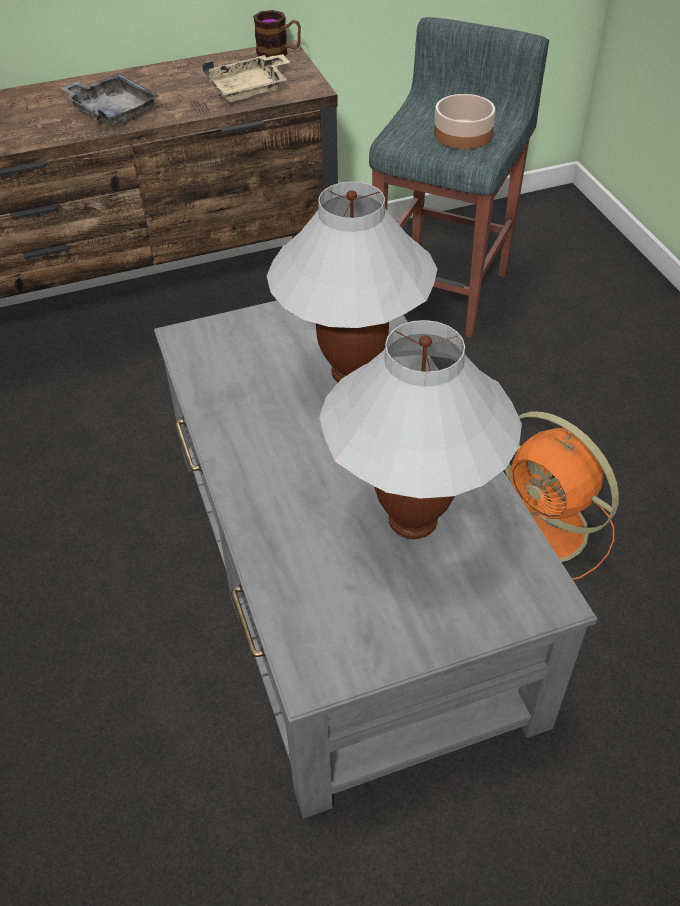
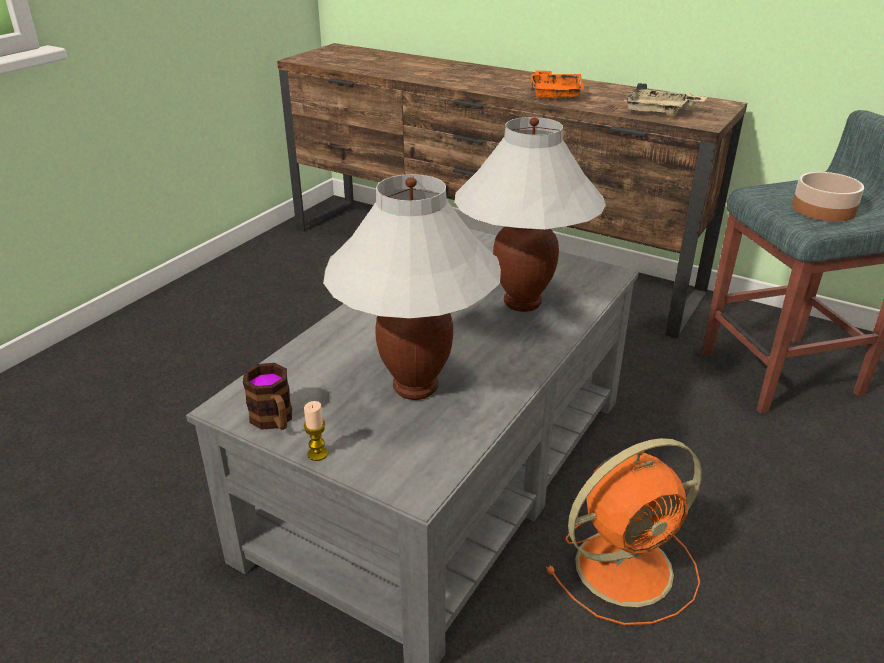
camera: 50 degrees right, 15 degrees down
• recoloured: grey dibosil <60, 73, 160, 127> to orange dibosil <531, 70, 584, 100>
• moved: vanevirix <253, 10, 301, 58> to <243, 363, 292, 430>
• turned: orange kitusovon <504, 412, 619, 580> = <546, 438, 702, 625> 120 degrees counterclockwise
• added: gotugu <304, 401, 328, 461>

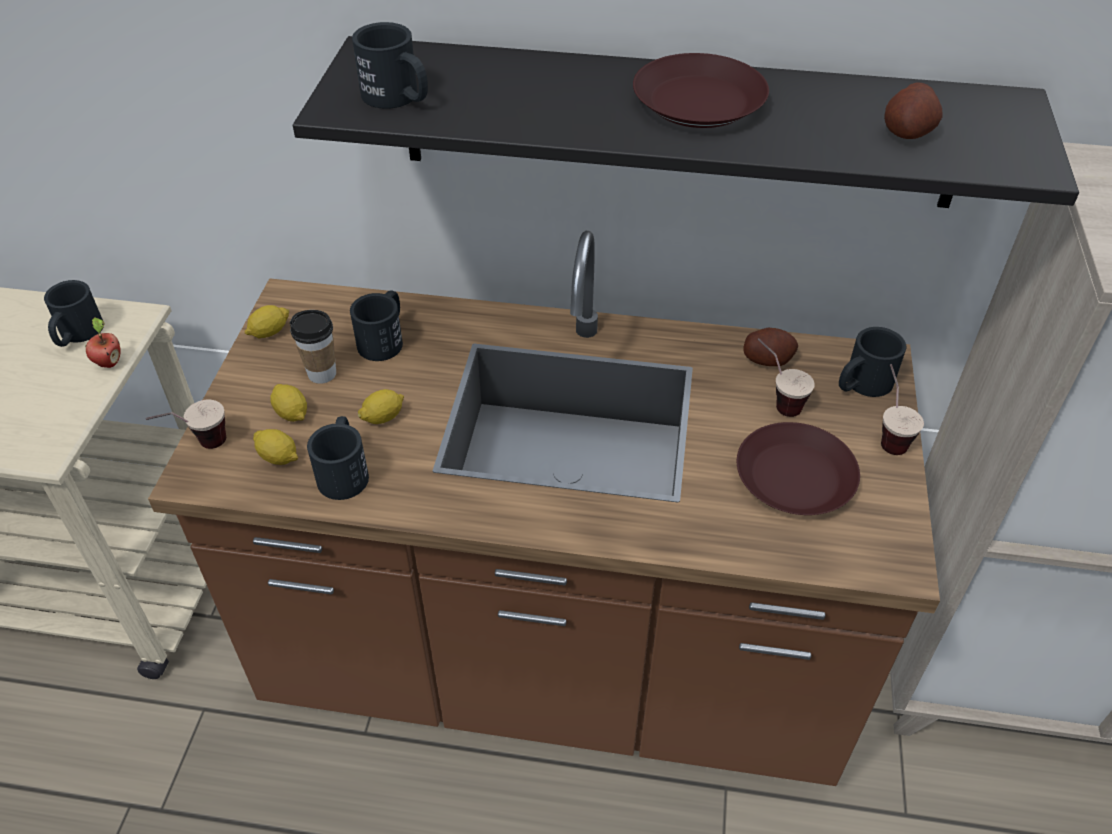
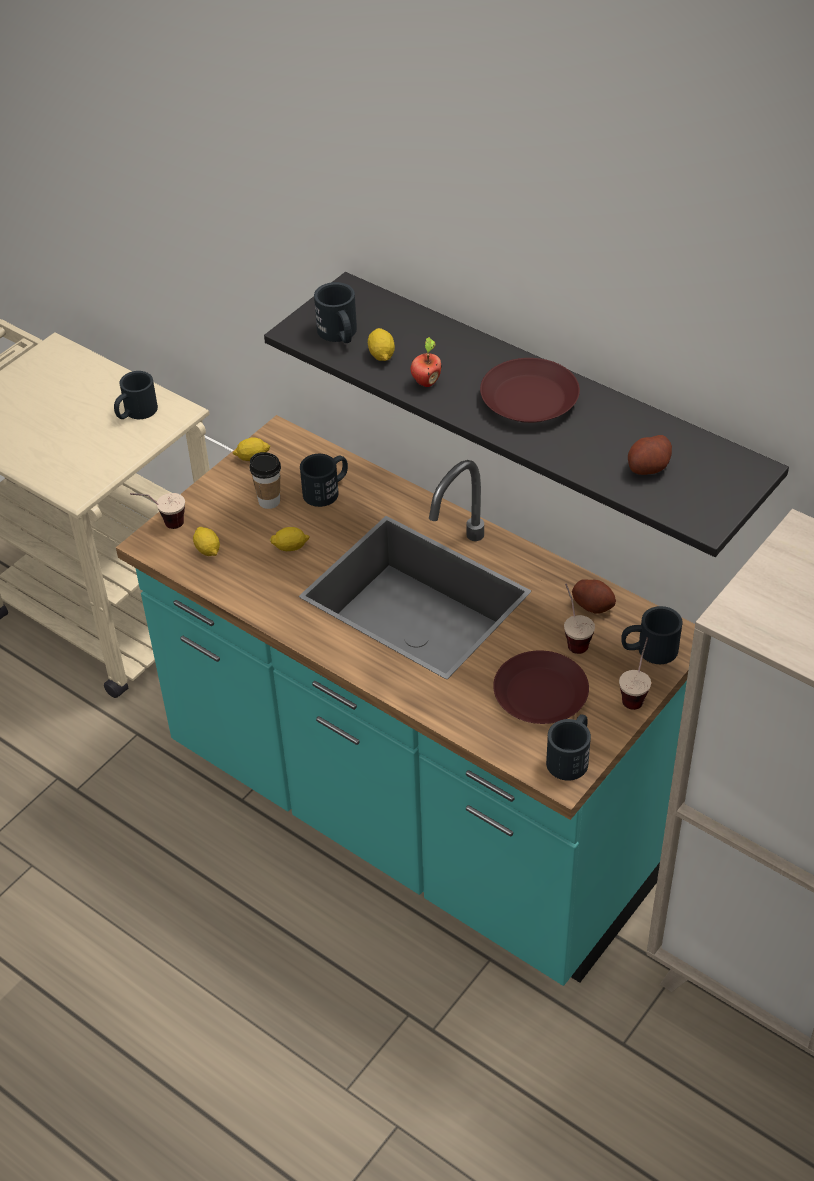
camera: 30 degrees right, 0 degrees up
• moved: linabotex <86, 317, 121, 368> to <411, 337, 442, 387>
• recoloured: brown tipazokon <148, 231, 940, 786> to turquoise tipazokon <116, 415, 695, 986>
• moved: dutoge <270, 384, 307, 422> to <368, 328, 395, 361>
• moved: black vanevirix <307, 416, 369, 500> to <546, 714, 591, 781>

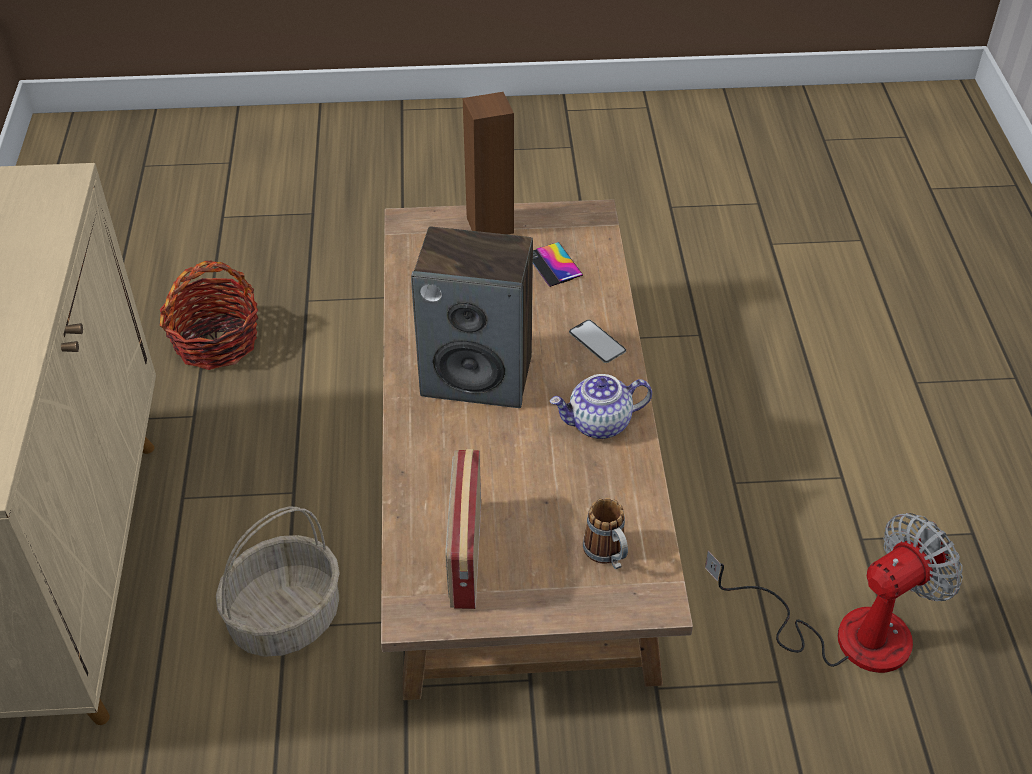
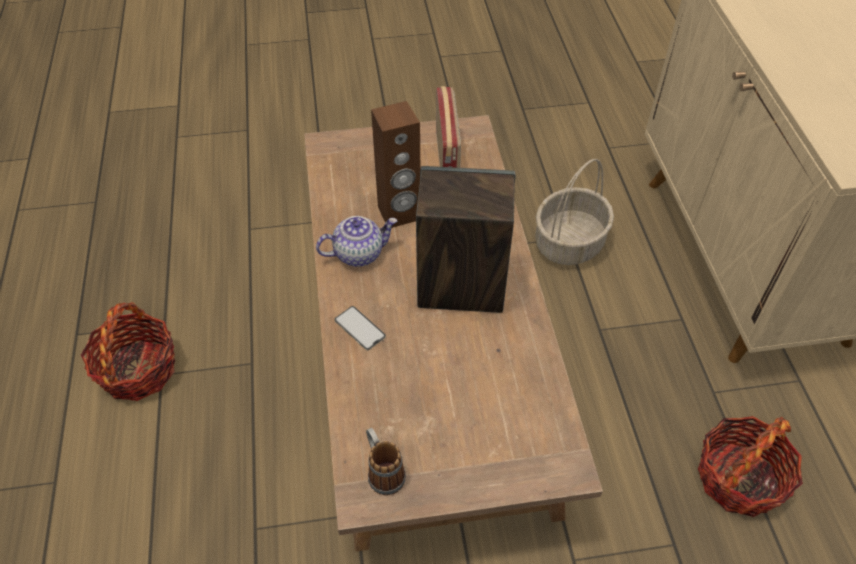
camera: 175 degrees right, 5 degrees up
• moved: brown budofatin <463, 92, 514, 235> to <371, 101, 420, 228>
• removed: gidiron <533, 242, 583, 287>
• moved: vanevirix <583, 498, 628, 569> to <366, 428, 406, 495>
• removed: kitusovon <705, 513, 963, 673>
• added: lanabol <81, 302, 175, 401>

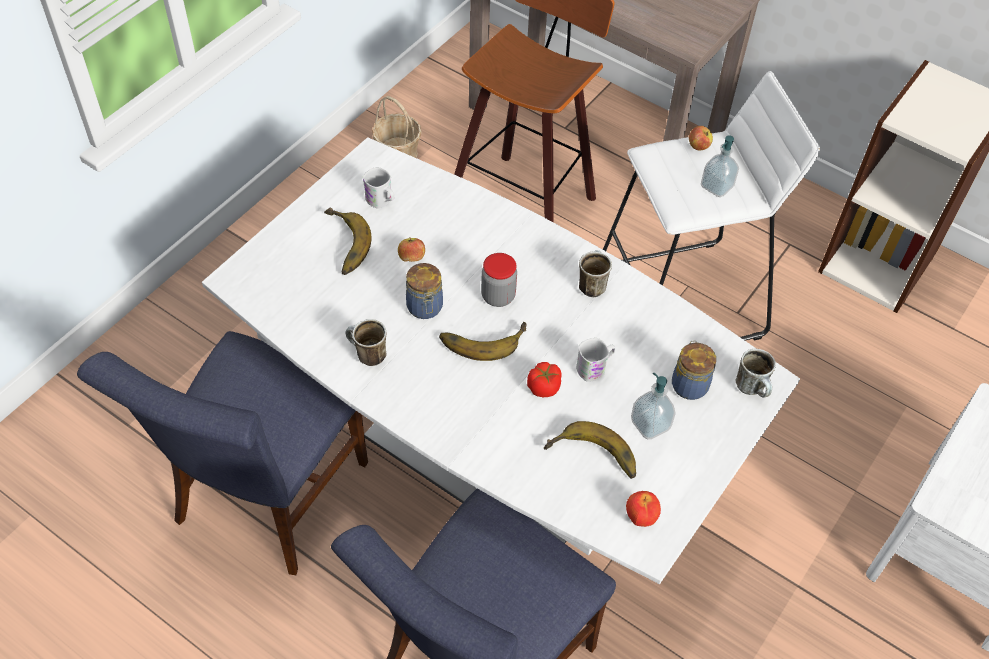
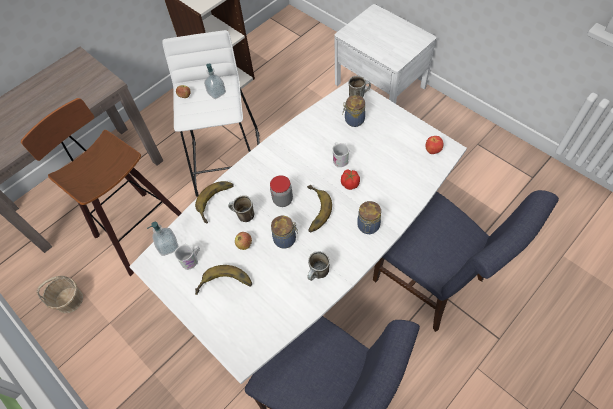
camera: 75 degrees left, 5 degrees up
• moved: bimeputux <544, 421, 636, 479> to <195, 181, 234, 224>
• moved: vanevirix <579, 250, 612, 297> to <228, 195, 255, 222>
• moved: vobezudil <631, 373, 676, 439> to <147, 222, 179, 256>
• added: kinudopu <357, 201, 381, 234>

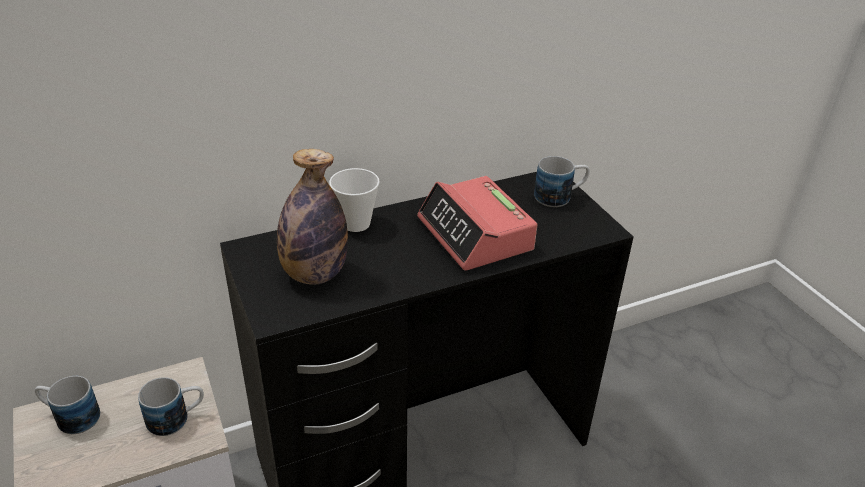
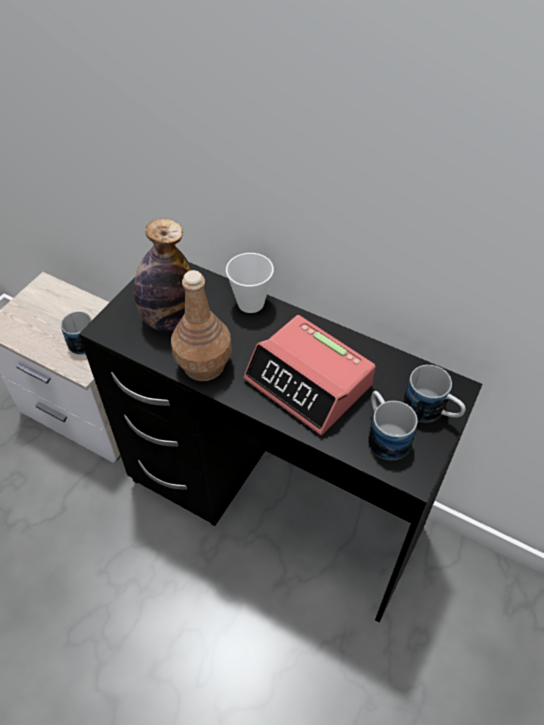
camera: 55 degrees right, 15 degrees up
• moved: vanevirix <35, 376, 100, 434> to <368, 391, 418, 460>
• turned: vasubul <417, 176, 537, 271> = <243, 315, 375, 435> 75 degrees counterclockwise
• added: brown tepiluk <171, 270, 232, 381>

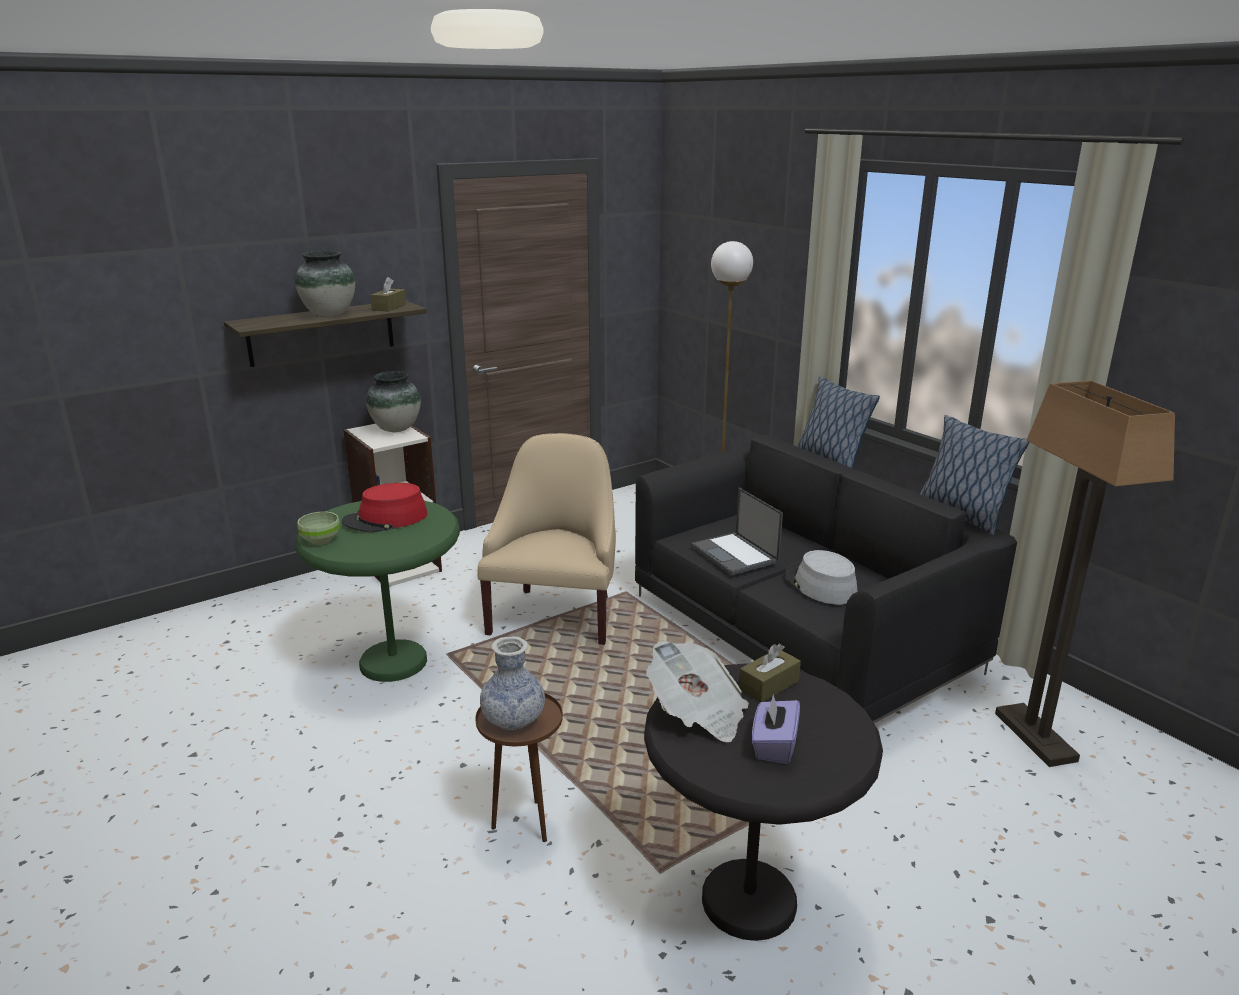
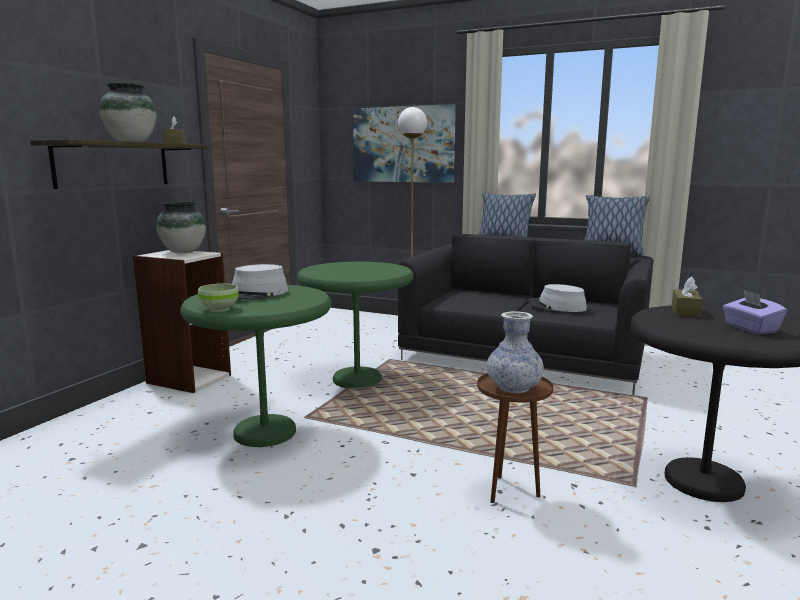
camera: 30 degrees left, 10 degrees down
• recoloured: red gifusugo <342, 483, 428, 532> to grey gifusugo <232, 264, 288, 300>
• replaced: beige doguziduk <477, 433, 616, 645> to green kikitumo <297, 262, 413, 388>
• removed: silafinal <646, 641, 749, 742>
• removed: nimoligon <691, 488, 783, 575>
• removed: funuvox <995, 381, 1175, 767>
• added: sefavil <353, 104, 456, 183>

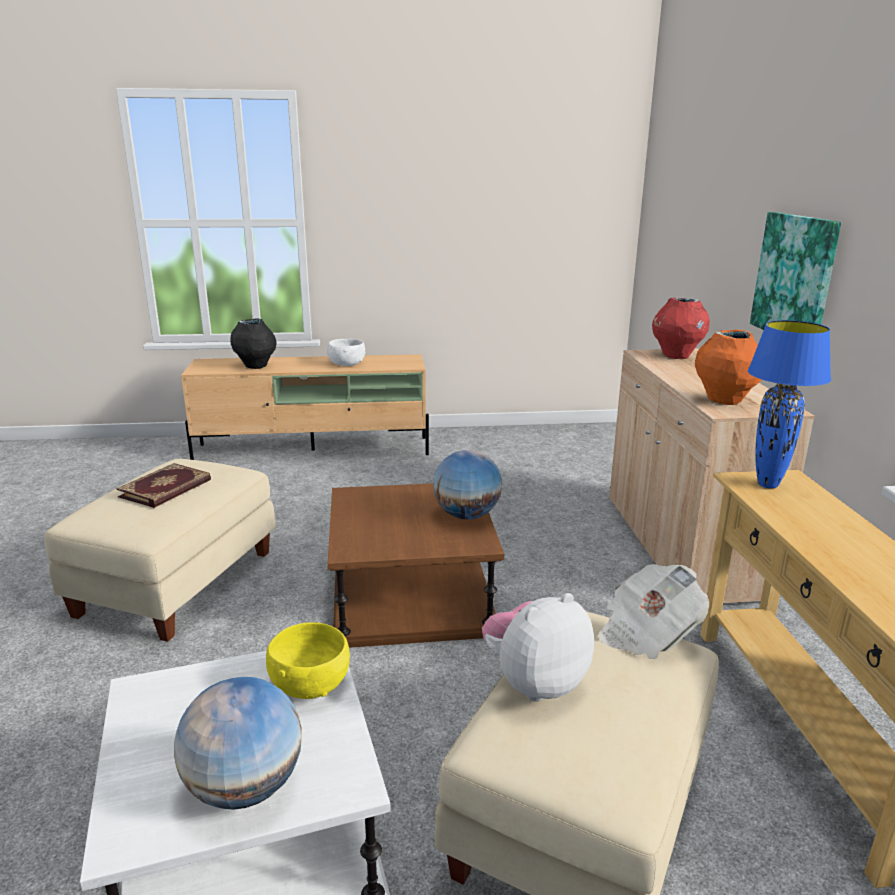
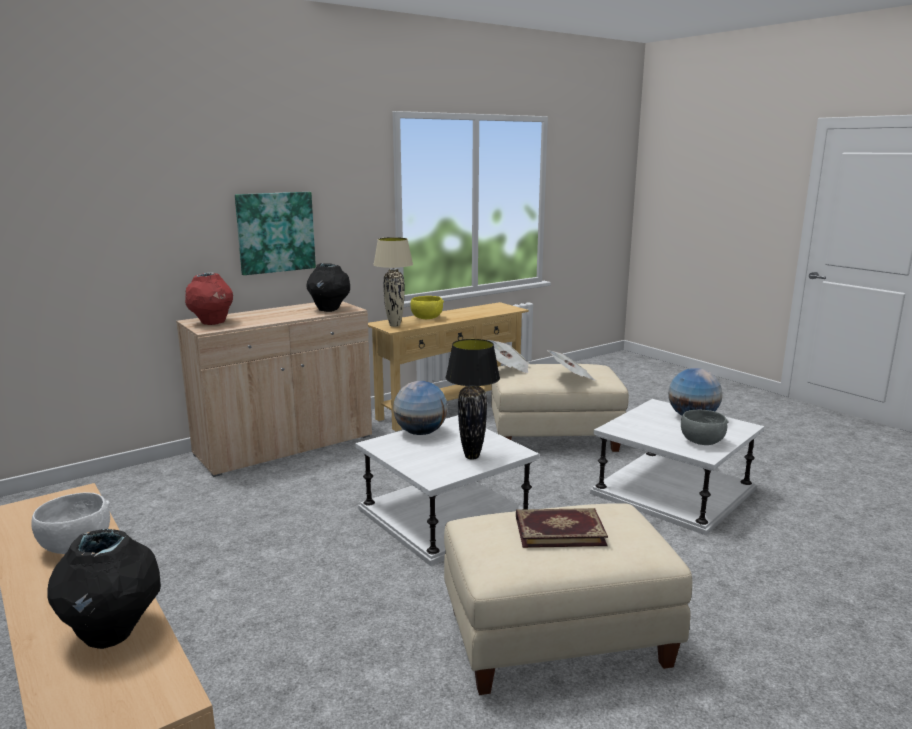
camera: 120 degrees left, 5 degrees down
• moved: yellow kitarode <266, 622, 350, 699> to <410, 296, 444, 319>
• recoloured: brown kikitumo <328, 483, 504, 648> to white kikitumo <355, 415, 539, 566>
• replaced: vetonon <482, 593, 594, 702> to silafinal <547, 350, 596, 381>
• recoloured: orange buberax <695, 330, 762, 405> to black buberax <307, 263, 350, 312>
• recoloured: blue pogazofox <748, 320, 831, 488> to beige pogazofox <373, 237, 413, 327>
• added: black pogazofox <445, 339, 500, 460>
• added: grey kitarode <681, 410, 729, 445>

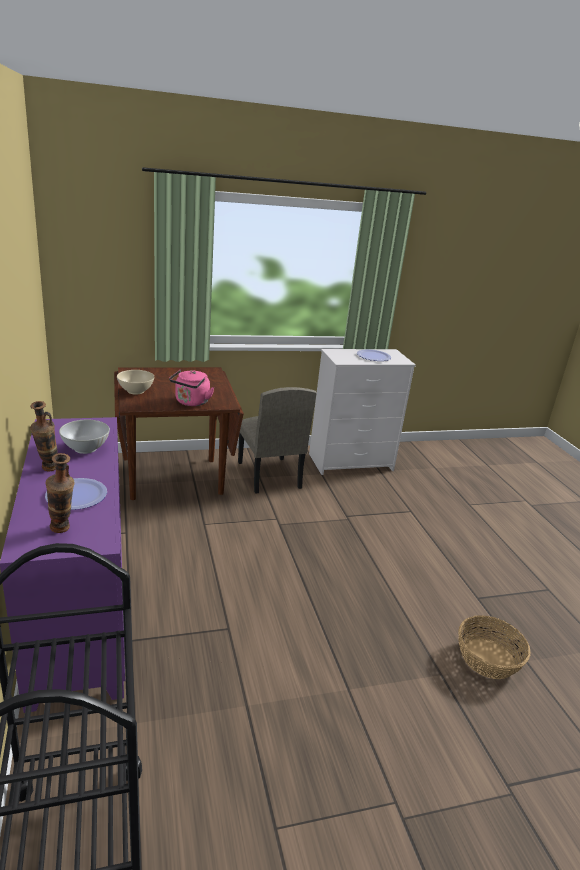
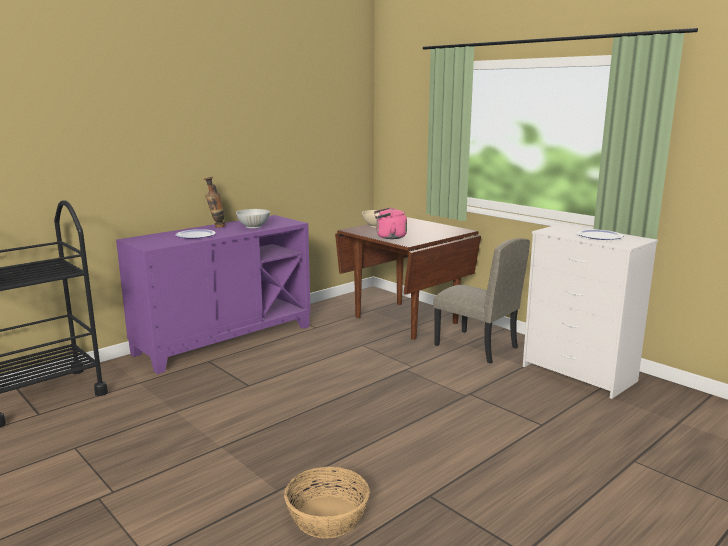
camera: 65 degrees right, 10 degrees down
• removed: buberax <46, 453, 75, 533>
• turned: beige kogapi <238, 387, 317, 494> = <433, 238, 530, 364> 90 degrees counterclockwise

